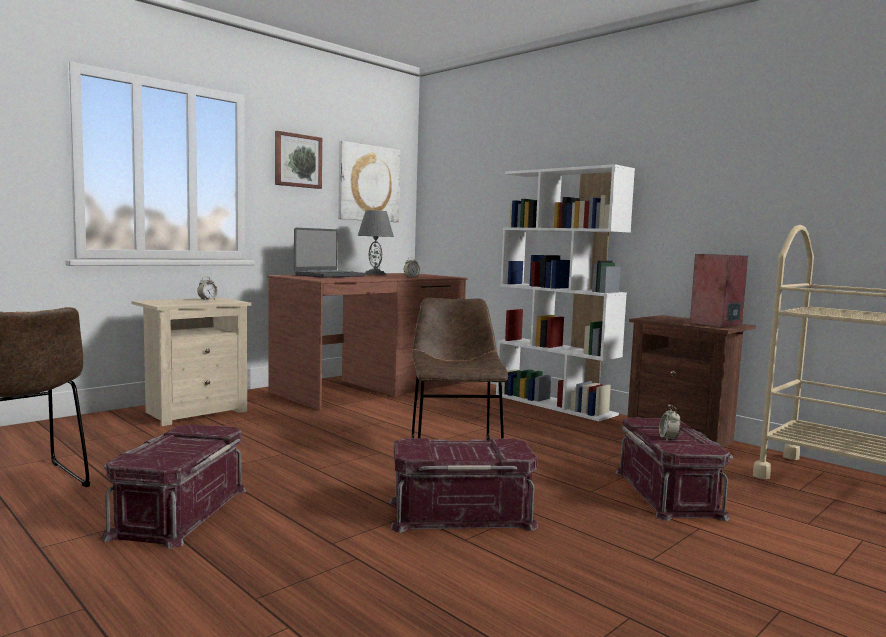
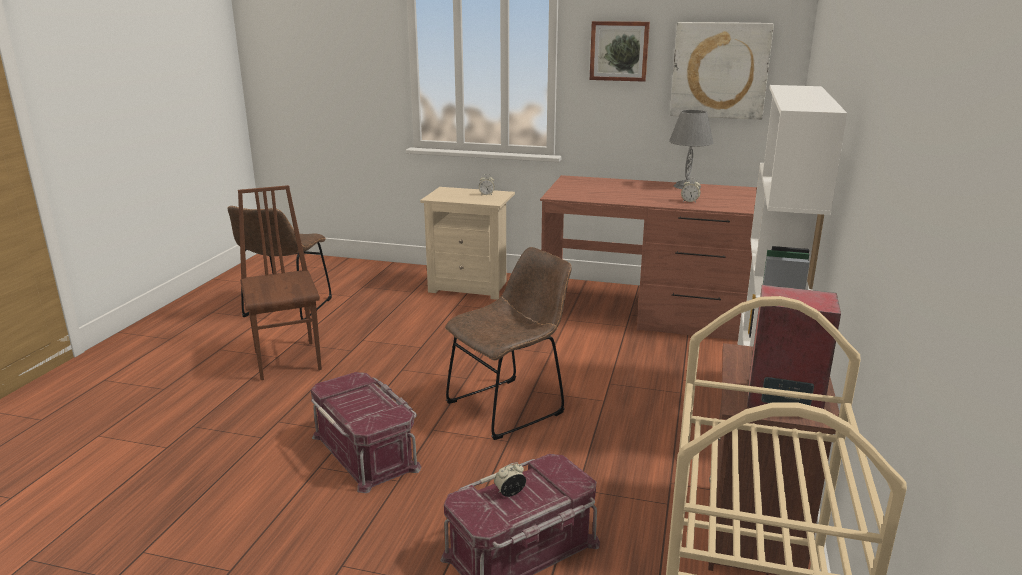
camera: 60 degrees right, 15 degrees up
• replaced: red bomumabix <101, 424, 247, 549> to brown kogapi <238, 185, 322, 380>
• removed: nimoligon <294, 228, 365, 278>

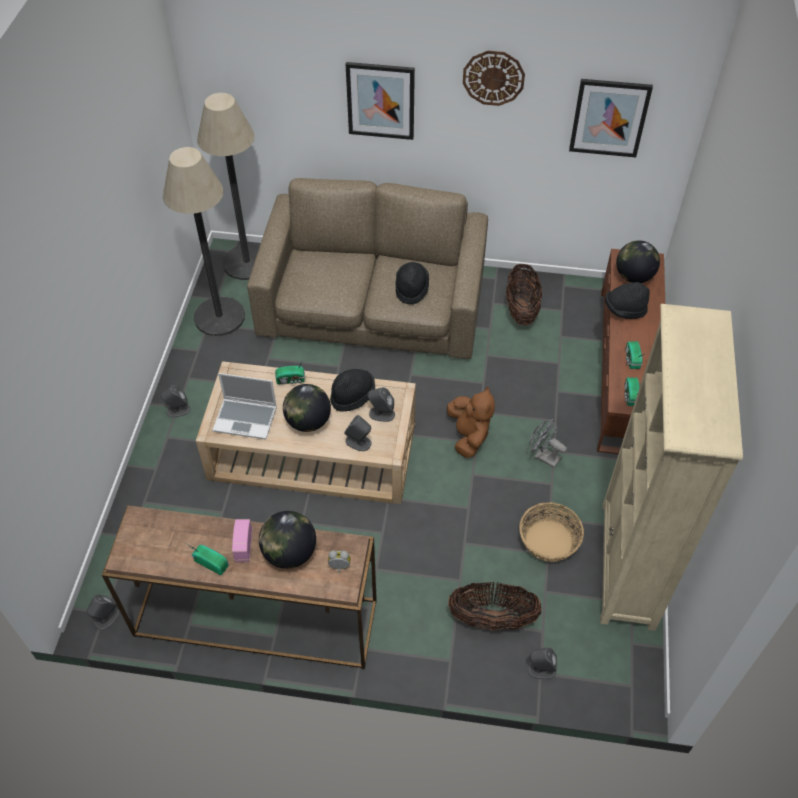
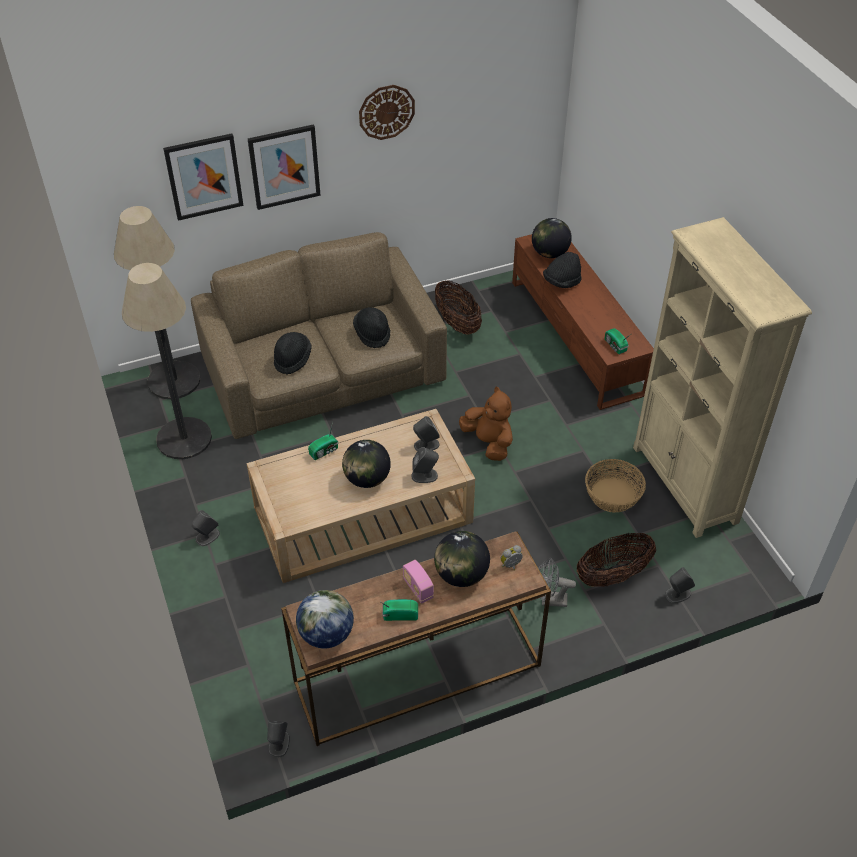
camera: 30 degrees left, 5 degrees down
• removed: nimoligon <213, 373, 277, 439>
• moved: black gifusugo <330, 369, 375, 412> to <274, 332, 312, 375>
• moved: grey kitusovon <530, 419, 567, 468> to <539, 558, 576, 607>
• moved: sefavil <569, 79, 653, 157> to <163, 133, 244, 221>
• removed: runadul <625, 341, 646, 369>
• added: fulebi <296, 590, 354, 649>

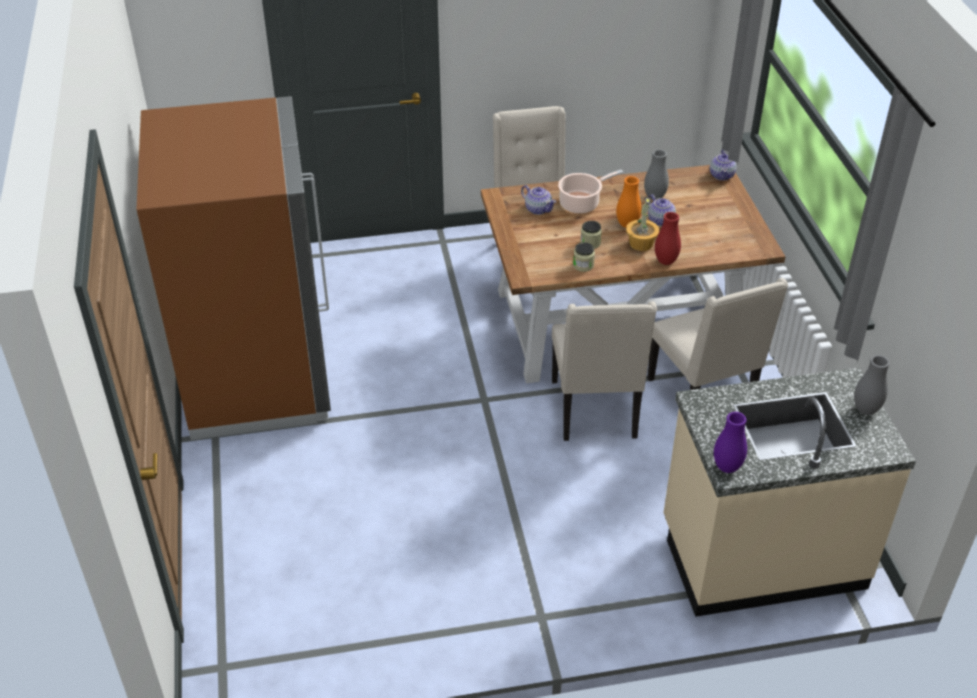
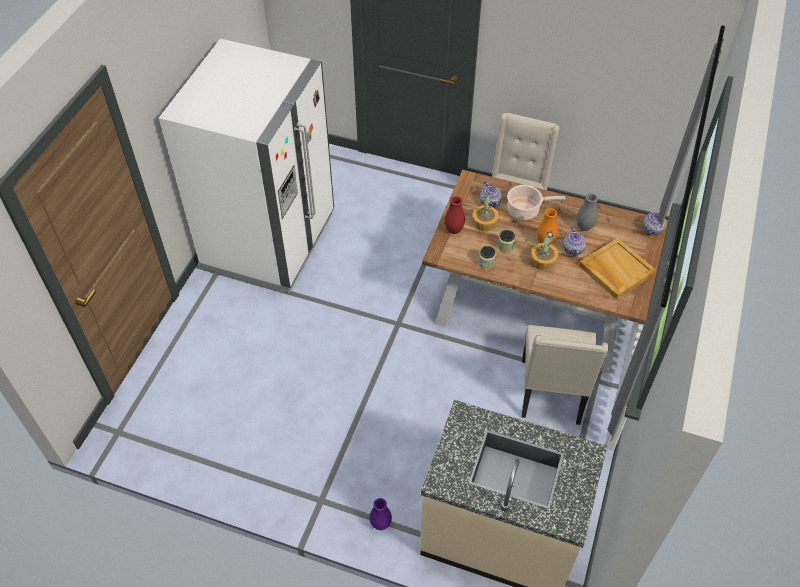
camera: 30 degrees right, 10 degrees up
• recoloured: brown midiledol <137, 96, 331, 440> to white midiledol <159, 39, 334, 293>
• removed: beige kogapi <552, 301, 657, 441>
• moved: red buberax <655, 212, 681, 265> to <445, 196, 465, 234>
• moved: purple buberax <714, 412, 747, 473> to <370, 498, 392, 530>
• removed: grey buberax <854, 355, 890, 415>
• added: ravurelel <473, 194, 499, 231>
• added: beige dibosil <579, 238, 656, 300>

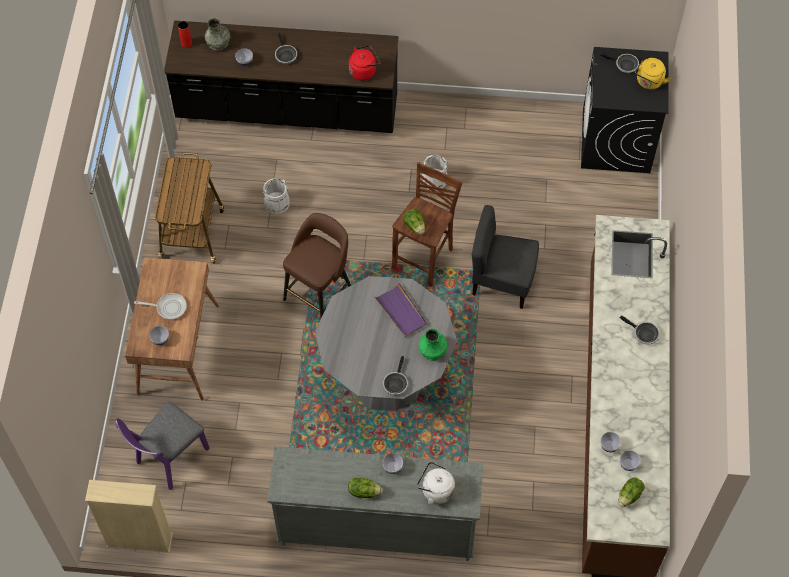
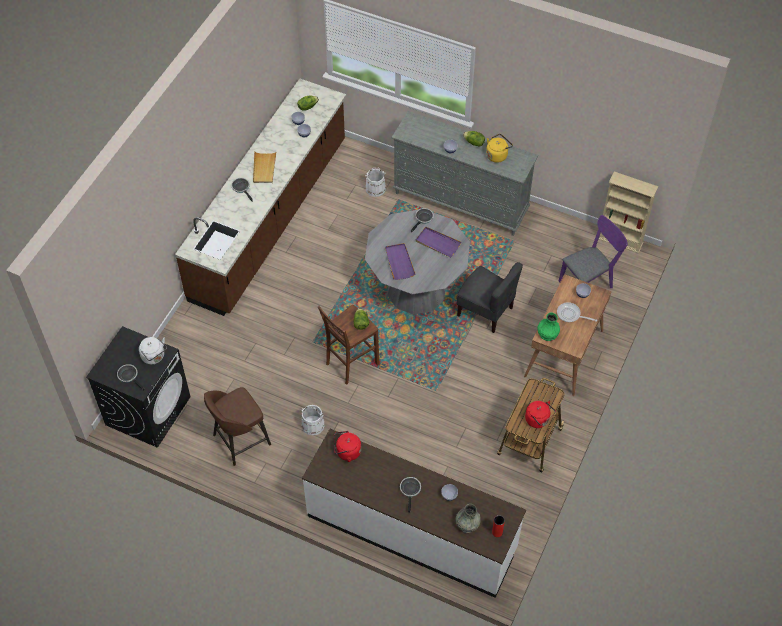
camera: 160 degrees left, 5 degrees down
• recoloured: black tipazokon <164, 20, 398, 133> to white tipazokon <302, 429, 526, 598>
• moved: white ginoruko <262, 178, 290, 214> to <365, 167, 386, 197>
• moved: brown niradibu <283, 213, 351, 317> to <204, 387, 271, 466>
• moved: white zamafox <417, 462, 455, 504> to <139, 337, 167, 364>
• moved: green buberax <419, 329, 447, 361> to <537, 312, 560, 341>
• moved: grey kogapi <472, 205, 539, 309> to <457, 262, 523, 333>
• moved: yellow zamafox <635, 58, 670, 89> to <486, 134, 513, 163>
• added: beige dibosil <253, 151, 277, 183>
• added: purple dibosil <415, 227, 461, 258>
• added: red zamafox <525, 401, 556, 428>

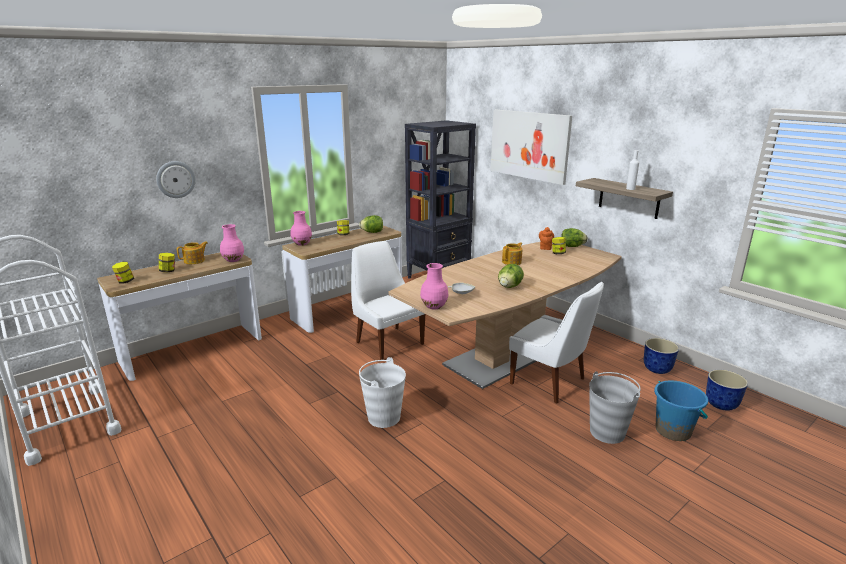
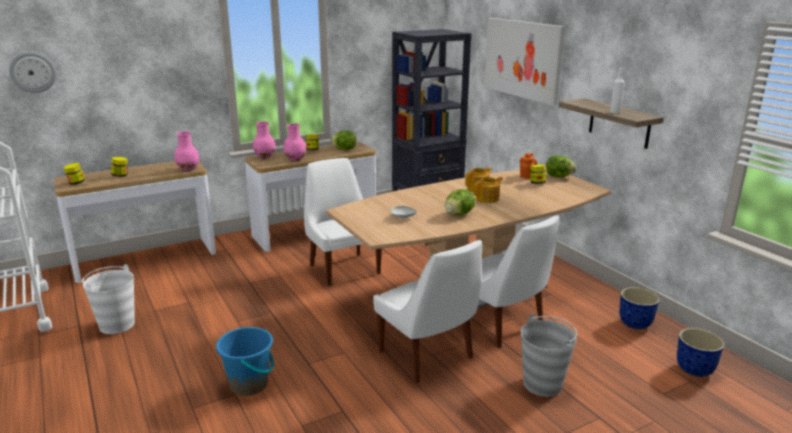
camera: 10 degrees right, 0 degrees up
• moved: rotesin <156, 161, 196, 198> to <9, 52, 56, 93>
• moved: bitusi <177, 241, 208, 264> to <474, 177, 503, 203>
• moved: white ginoruko <359, 357, 406, 428> to <82, 264, 135, 334>
• moved: pink buberax <420, 263, 448, 310> to <283, 124, 306, 161>
• moved: blue ginoruko <654, 380, 708, 441> to <216, 327, 274, 396>
• added: white kogapi <373, 240, 482, 383>

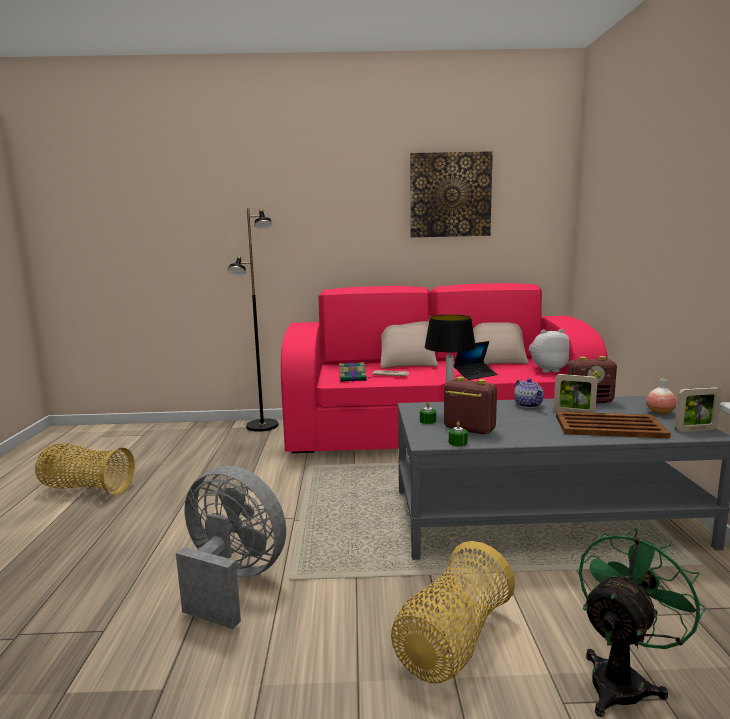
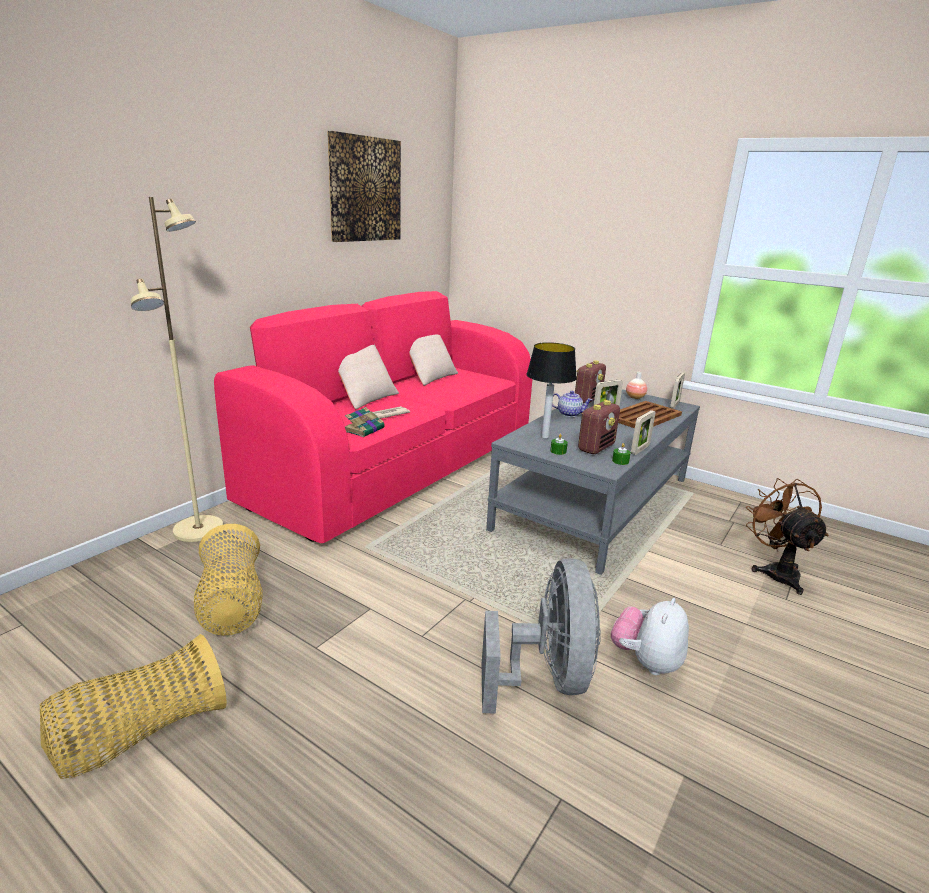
camera: 55 degrees left, 10 degrees up
• turned: grey kitusovon <176, 466, 286, 629> = <482, 558, 601, 714> 120 degrees clockwise
• recoloured: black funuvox <227, 208, 279, 432> to beige funuvox <131, 197, 223, 542>
• moved: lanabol <391, 541, 515, 683> to <194, 524, 263, 636>
• turned: runadul <444, 377, 497, 434> = <578, 400, 620, 454> 150 degrees clockwise
• removed: nimoligon <454, 341, 498, 380>
• moved: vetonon <529, 329, 569, 373> to <611, 598, 689, 675>
• recoloured: green kitusovon <579, 527, 706, 717> to brown kitusovon <746, 478, 829, 595>
• added: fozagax <631, 410, 655, 455>

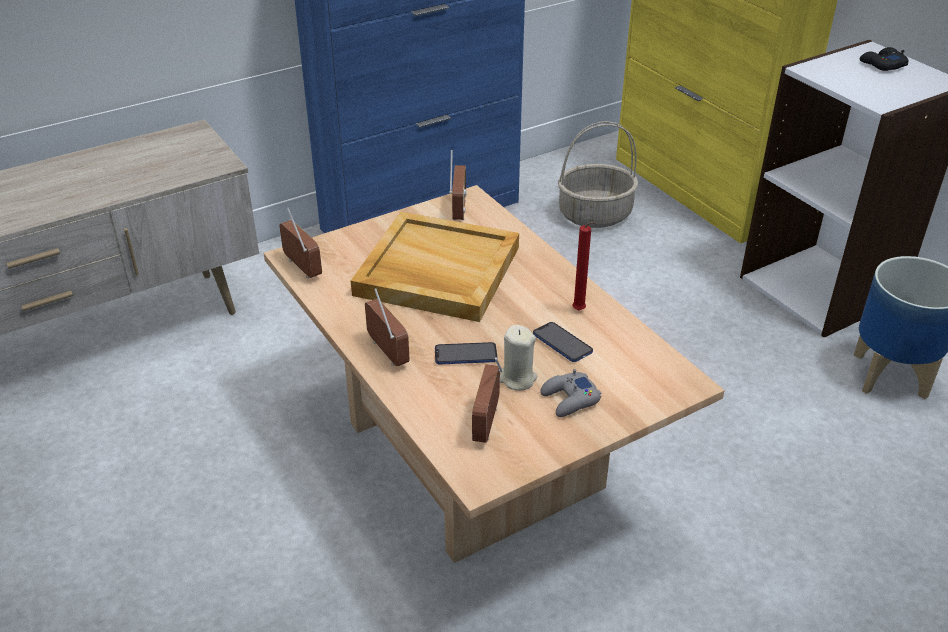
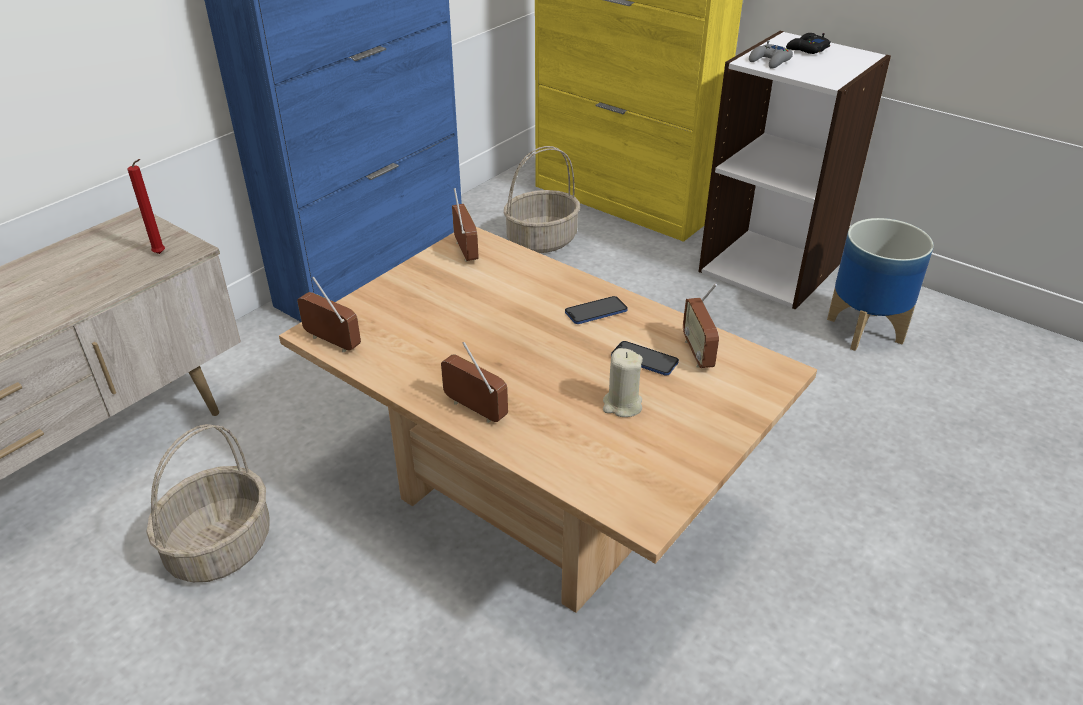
camera: 20 degrees left, 0 degrees up
• removed: beige dibosil <351, 212, 519, 322>
• moved: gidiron <435, 342, 498, 365> to <565, 296, 628, 324>
• moved: runadul <472, 357, 503, 443> to <683, 284, 719, 368>
• moved: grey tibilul <540, 369, 601, 417> to <749, 40, 793, 69>
• moved: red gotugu <573, 222, 597, 310> to <128, 159, 165, 254>
• added: lanabol <146, 424, 270, 582>

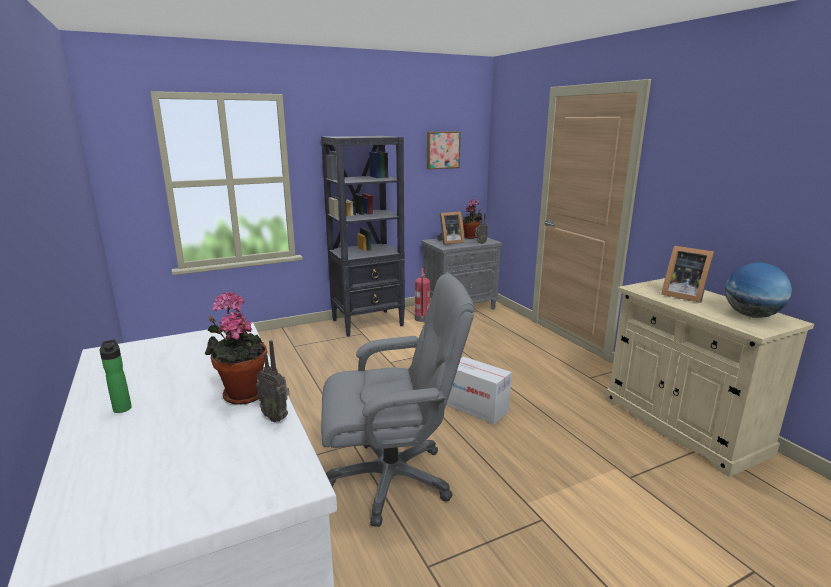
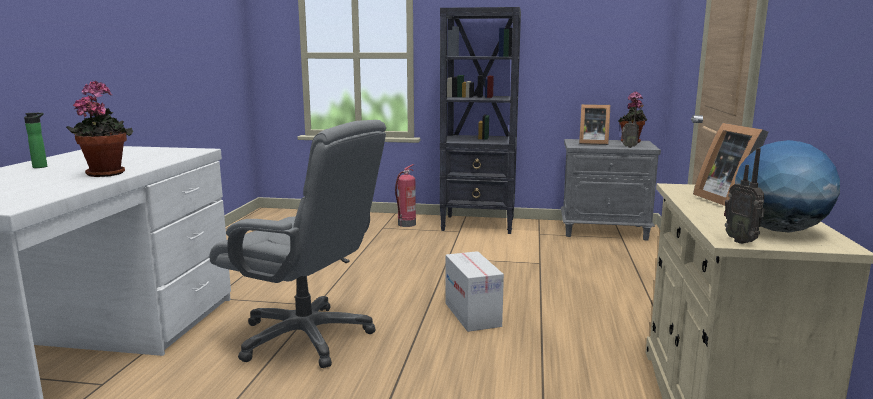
camera: 35 degrees right, 5 degrees down
• moved: runadul <256, 340, 290, 423> to <724, 148, 765, 244>
• moved: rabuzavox <415, 268, 430, 322> to <395, 164, 416, 227>
• removed: sefavil <427, 131, 461, 169>

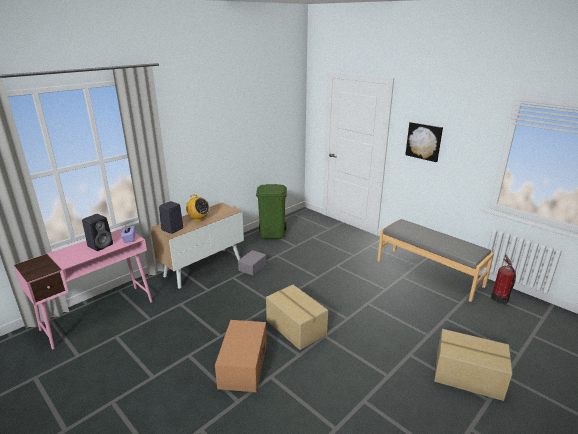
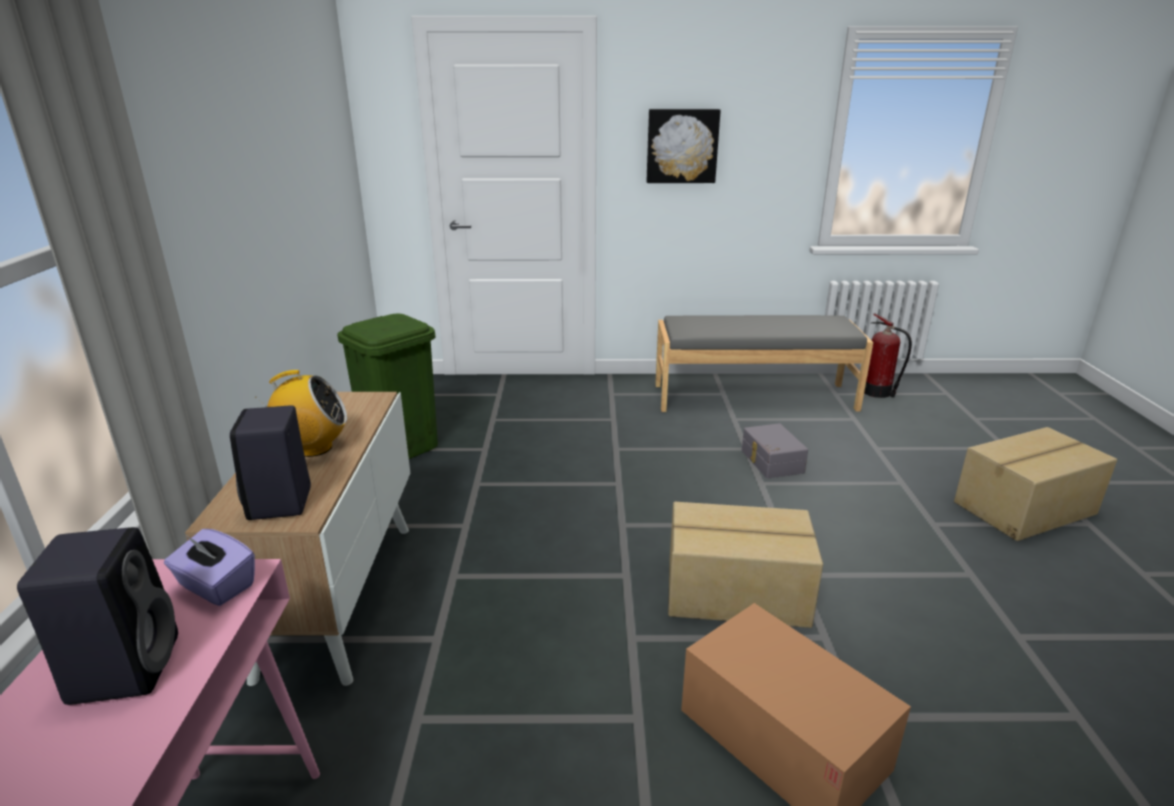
camera: 45 degrees left, 0 degrees up
• moved: grey bomumabix <238, 250, 266, 275> to <742, 423, 808, 478>

